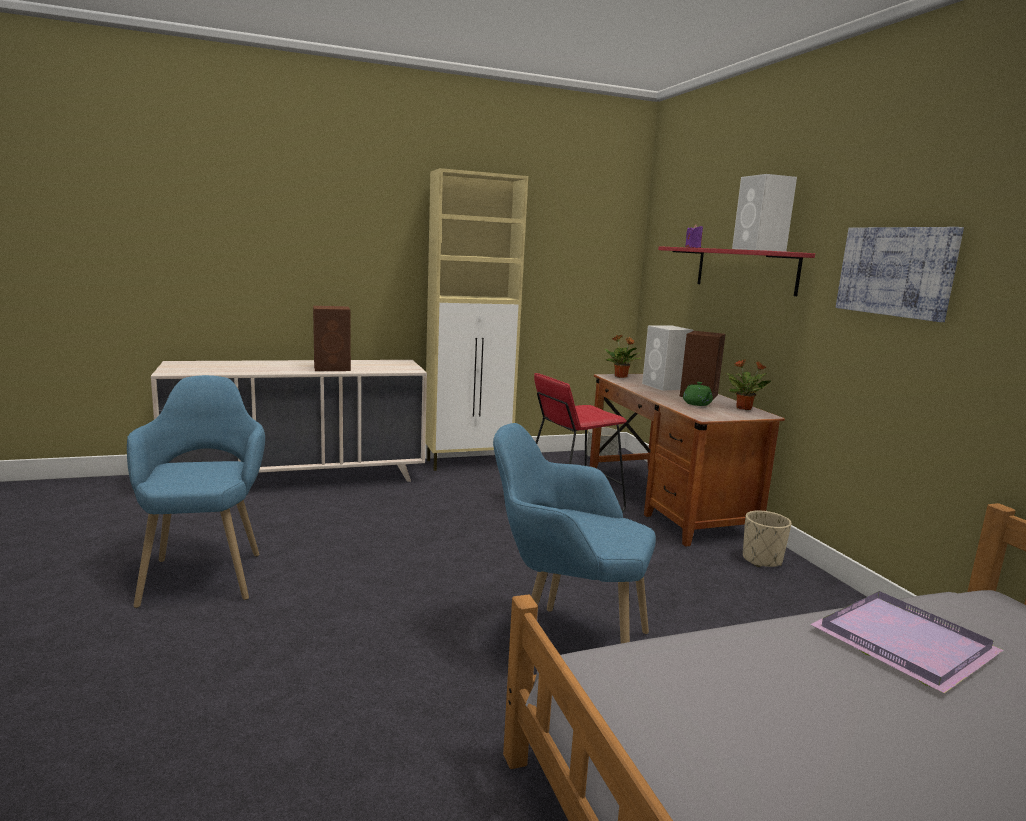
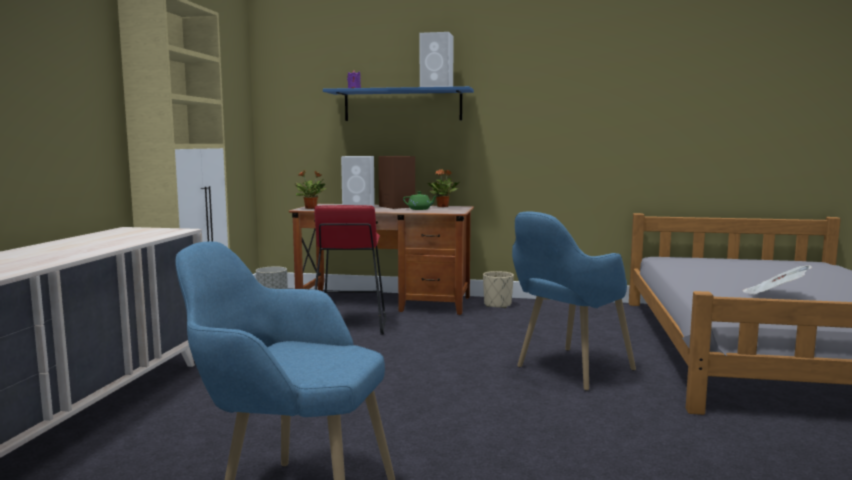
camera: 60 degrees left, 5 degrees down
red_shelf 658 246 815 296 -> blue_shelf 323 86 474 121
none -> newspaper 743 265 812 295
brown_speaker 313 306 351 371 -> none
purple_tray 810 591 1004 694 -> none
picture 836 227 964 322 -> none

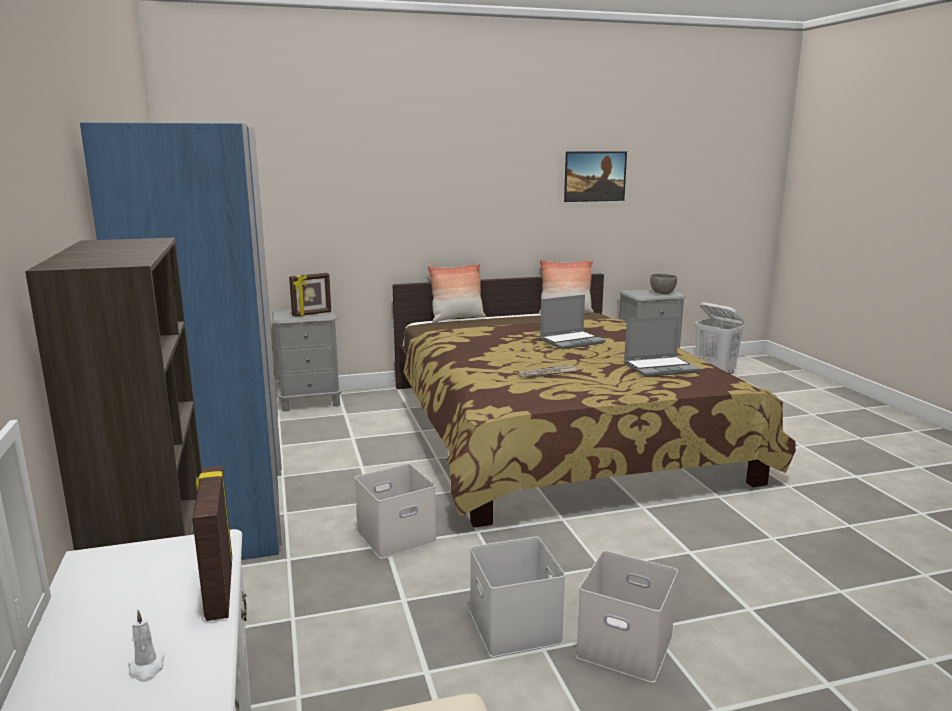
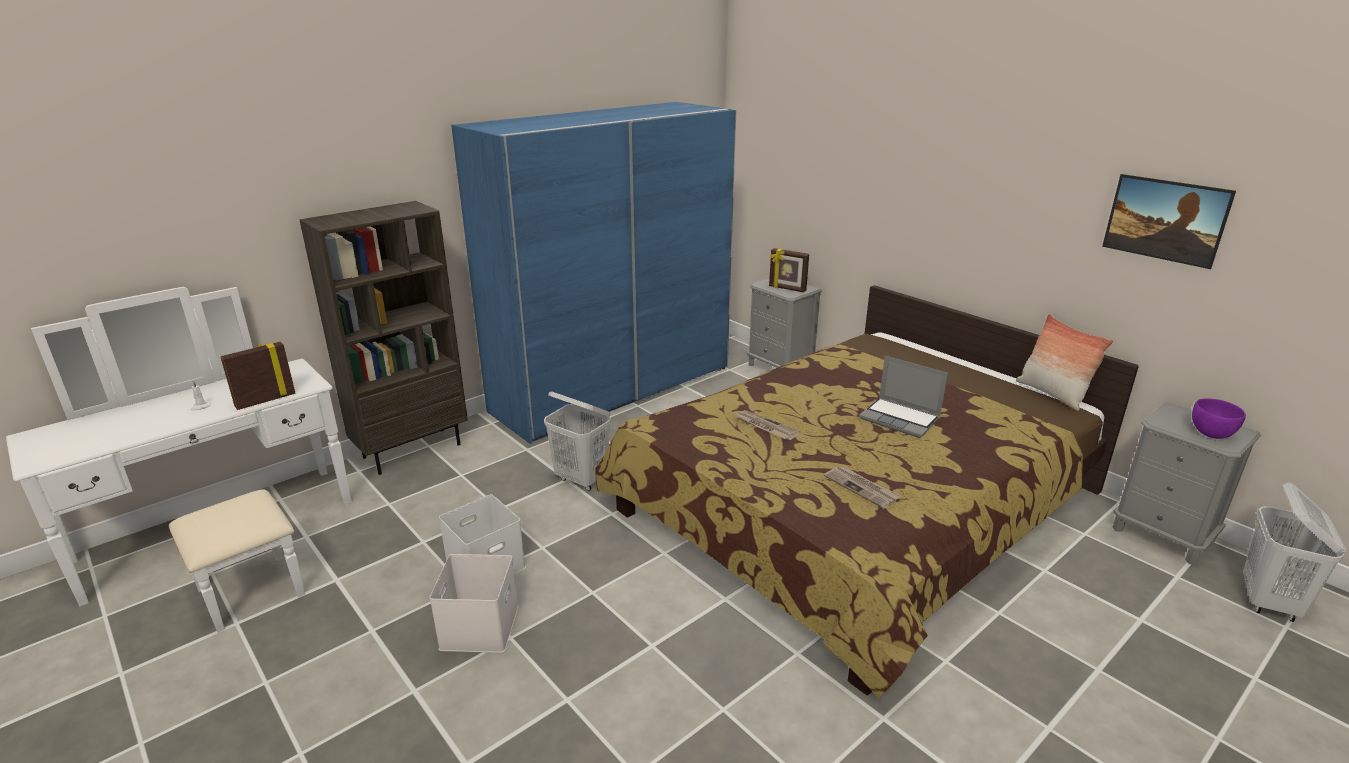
camera: 65 degrees right, 10 degrees up
white_storage_box 355 464 437 559 -> white_laundry_basket 544 391 611 491
laptop 624 315 699 377 -> newspaper 824 466 901 509
grey_bowl 650 274 677 294 -> purple_bowl 1192 398 1246 439
pillow 427 264 486 323 -> none

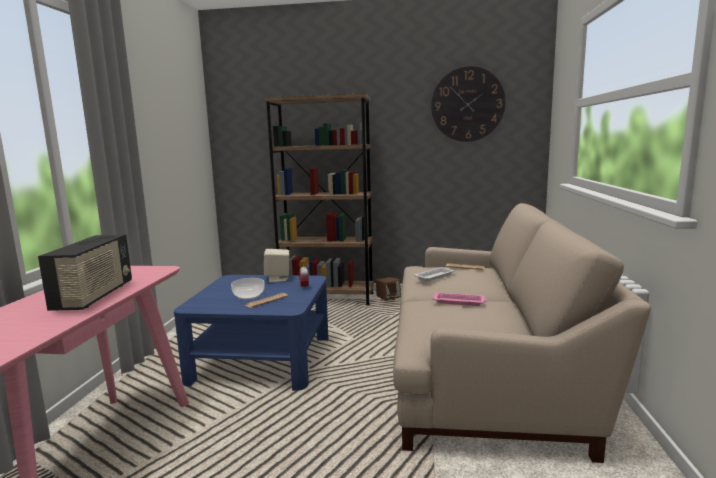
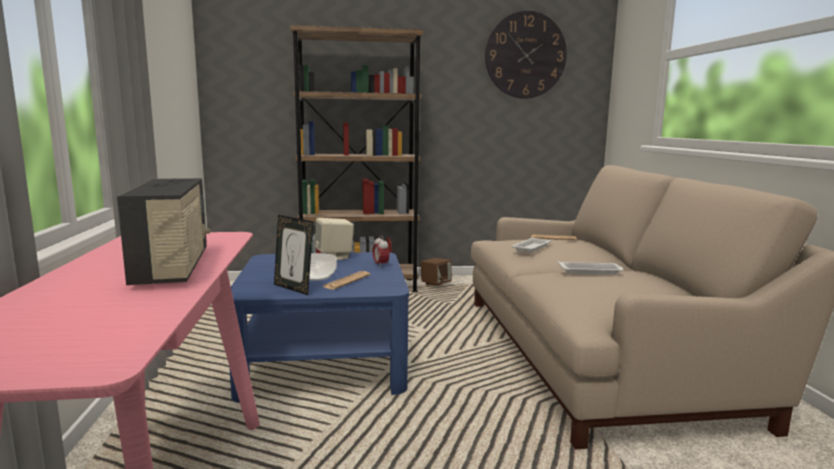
camera: 15 degrees left, 0 degrees up
none -> picture_frame 274 215 313 295
pink_tray 432 292 487 306 -> white_tray 558 262 624 275

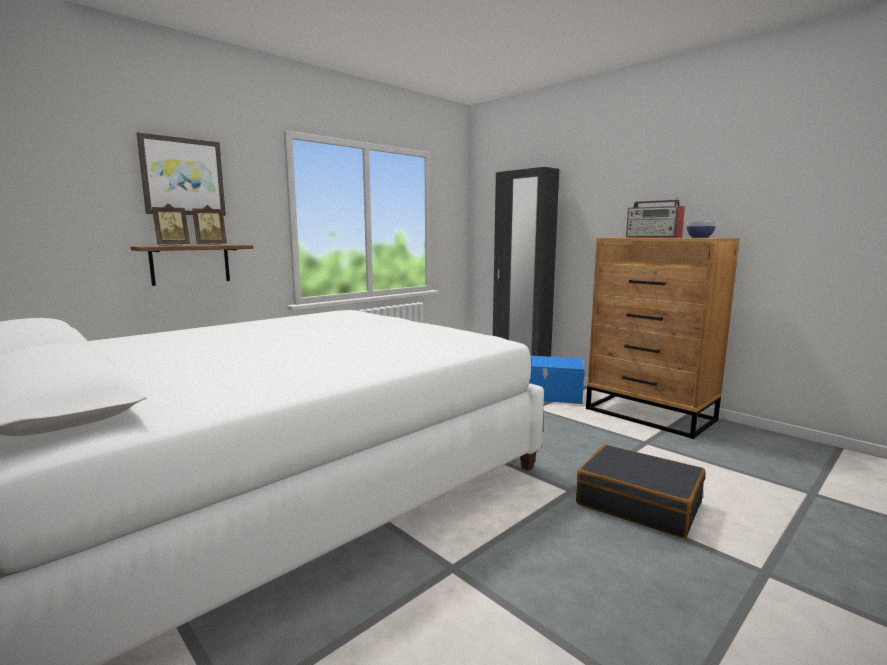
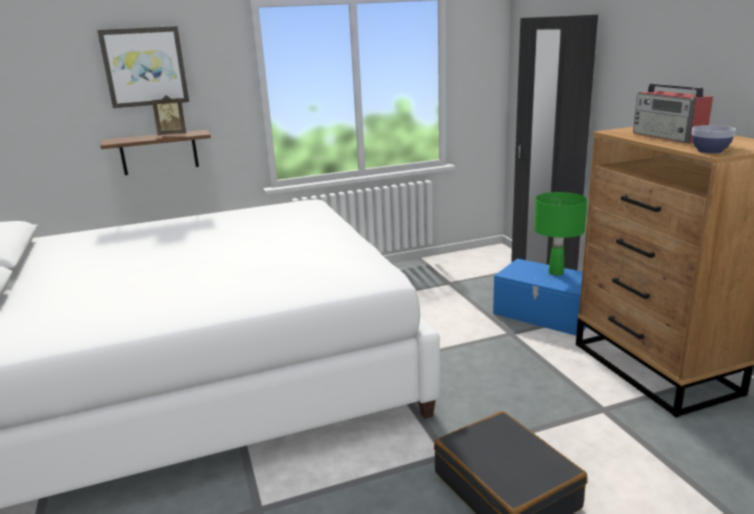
camera: 25 degrees right, 10 degrees up
none -> green_table_lamp 534 192 588 275
picture_frame 152 203 190 246 -> none

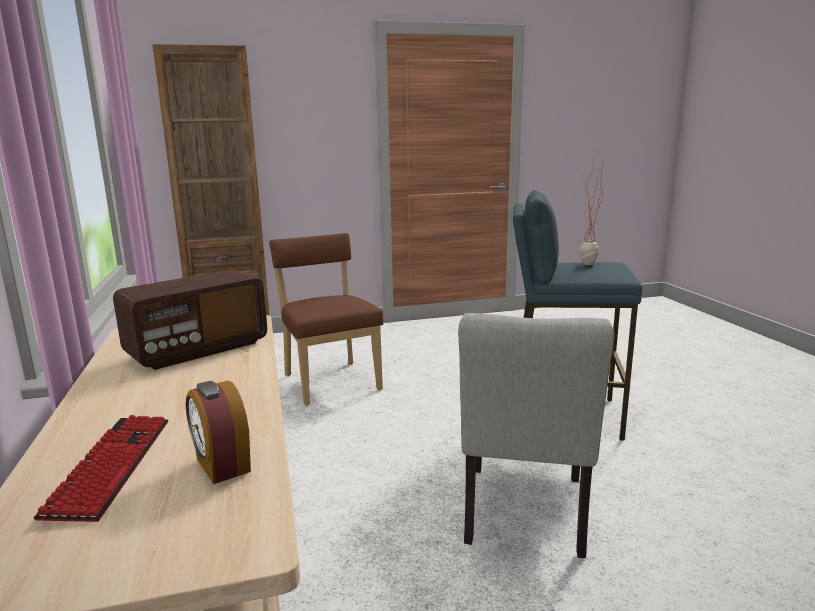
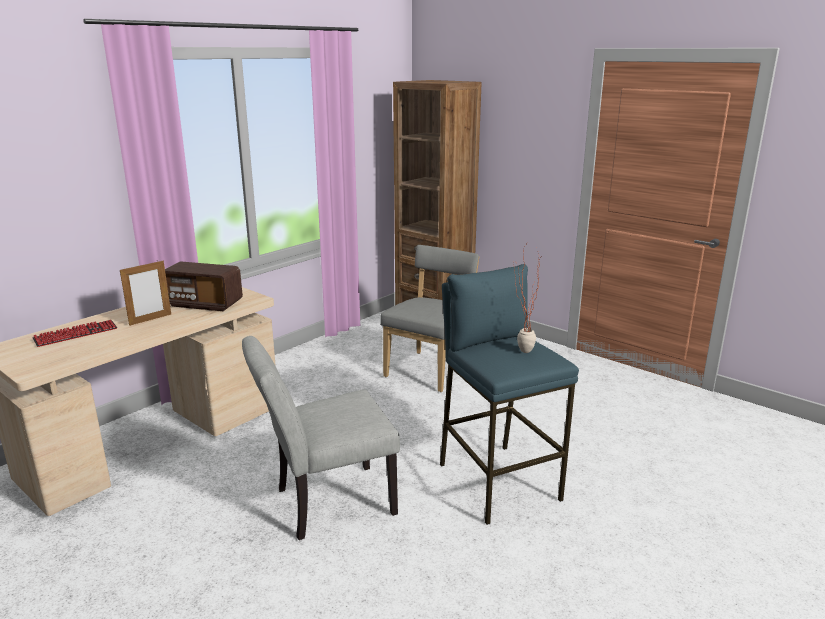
camera: 55 degrees right, 5 degrees up
none -> picture_frame 120 261 171 326
brown_chair 269 233 383 406 -> grey_chair 380 245 480 392
alarm_clock 186 380 251 484 -> none

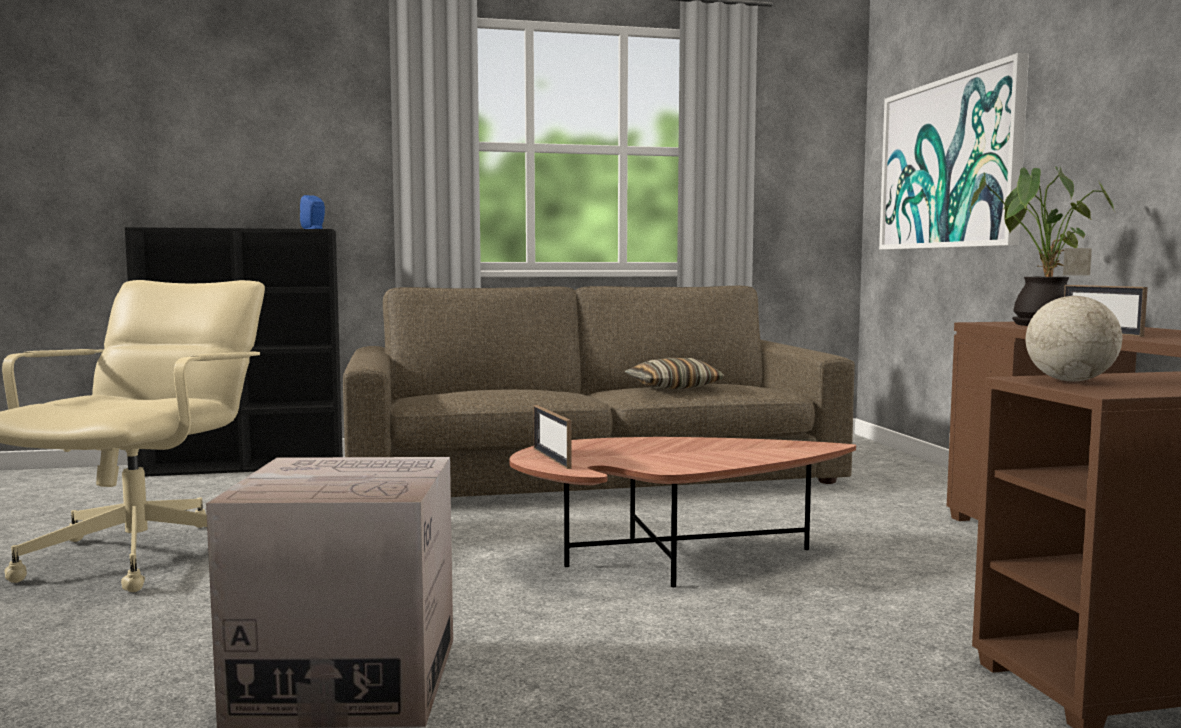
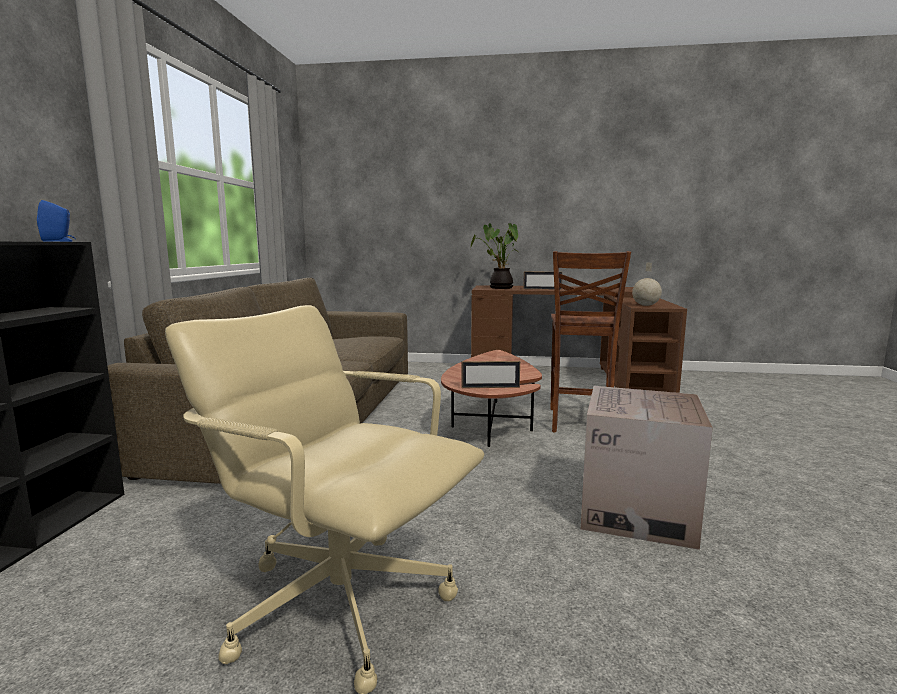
camera: 70 degrees left, 5 degrees up
none -> brown_chair 551 251 631 433
pillow 625 358 725 389 -> none
picture 879 53 1029 250 -> none

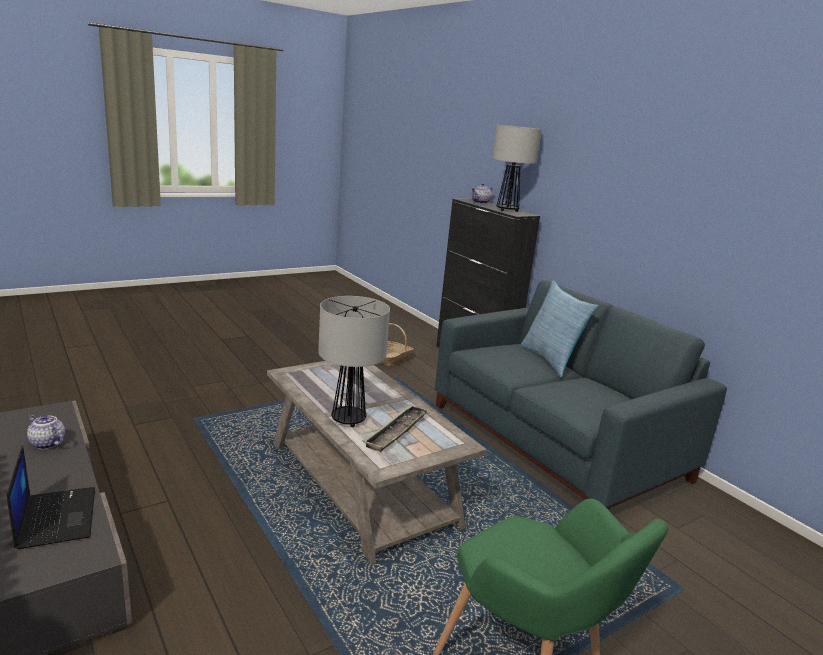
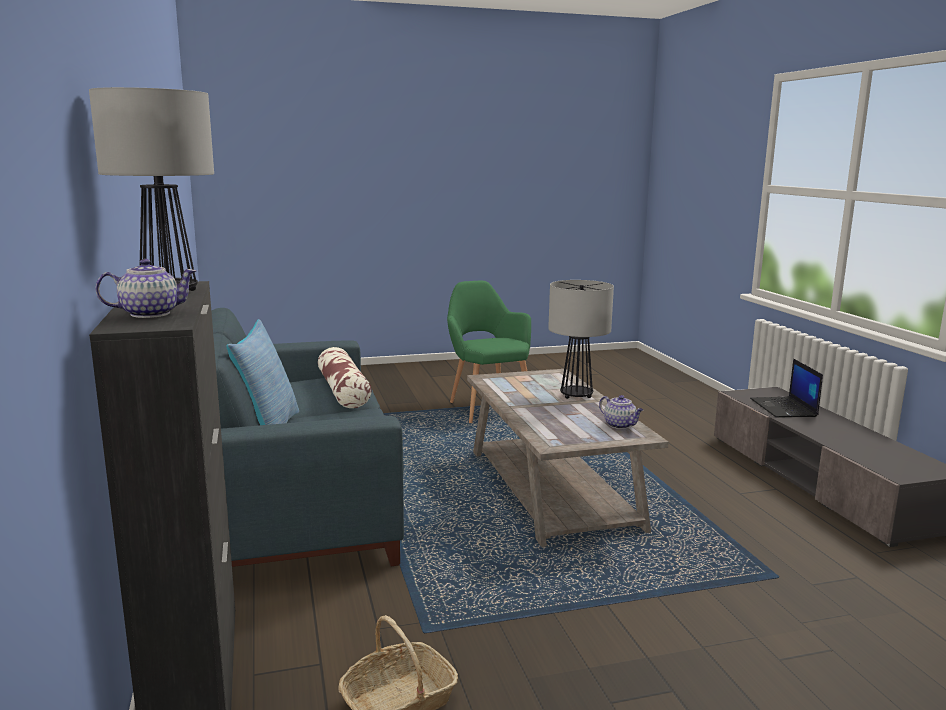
camera: 160 degrees left, 5 degrees down
none -> pillow 318 347 372 408
teapot 27 414 65 449 -> teapot 599 395 643 429, relocated
tray 364 405 428 452 -> none

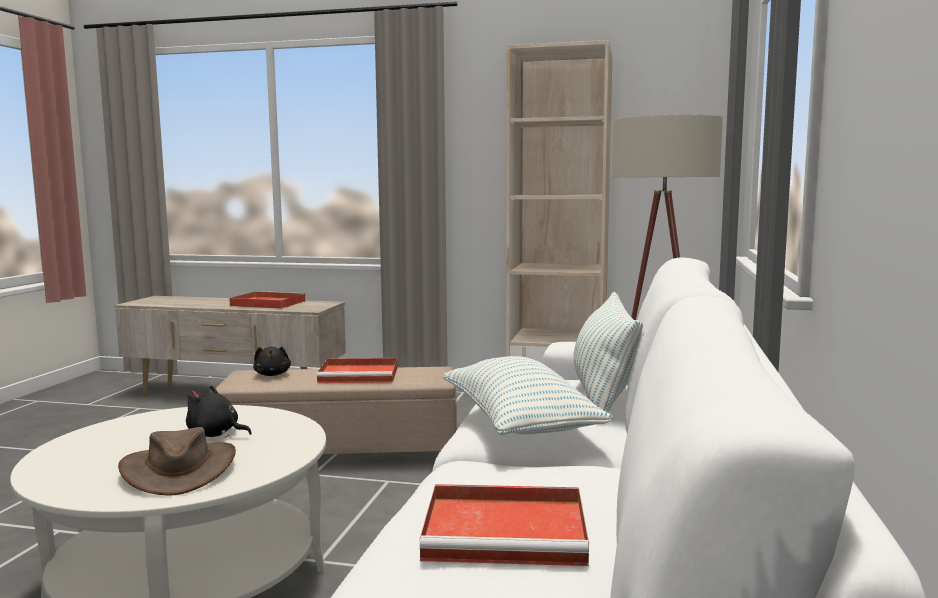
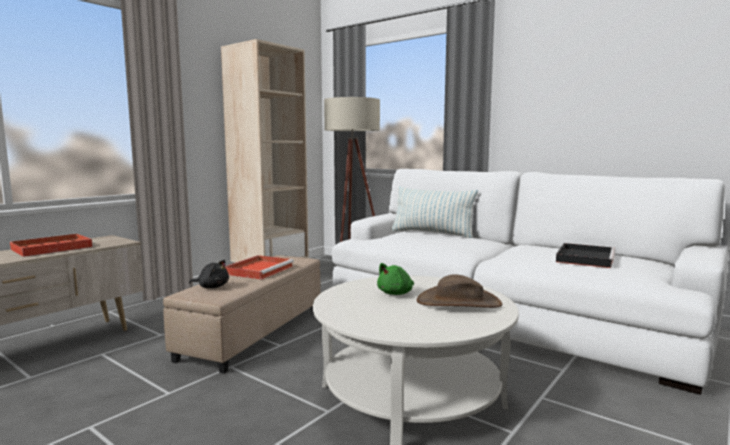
camera: 65 degrees left, 0 degrees up
black_plush_toy 186 385 252 437 -> green_plush_toy 377 263 414 295
red_tray 419 484 589 566 -> black_tray 556 243 616 268
pillow 443 356 613 436 -> none

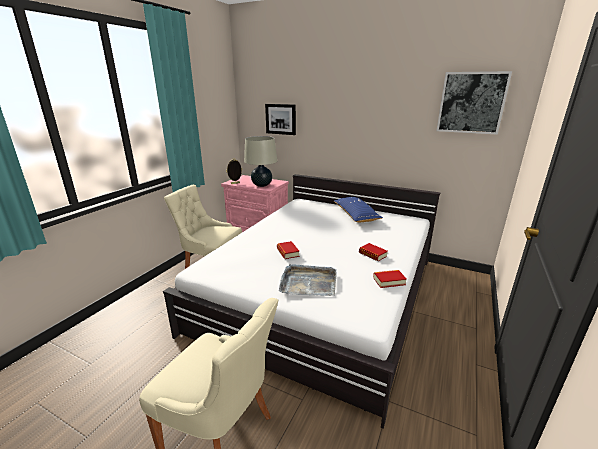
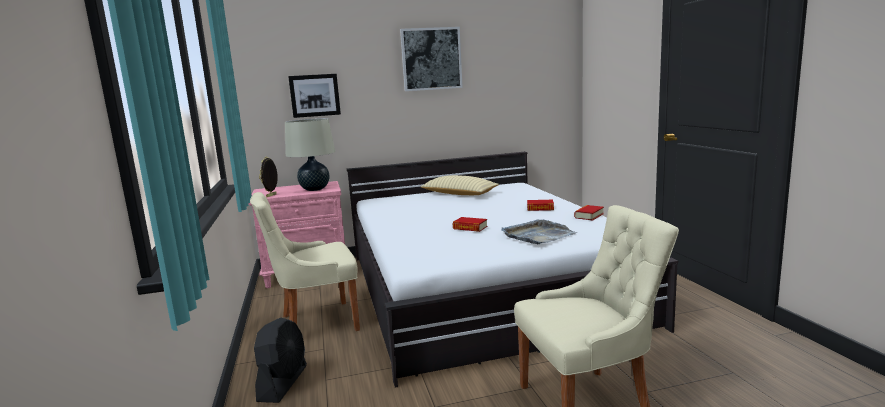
camera: 40 degrees left, 10 degrees down
none -> black_fan 254 318 307 403
picture 436 71 512 135 -> picture 400 27 463 91, relocated
blue_pillow 334 197 383 222 -> beige_pillow 420 175 499 195

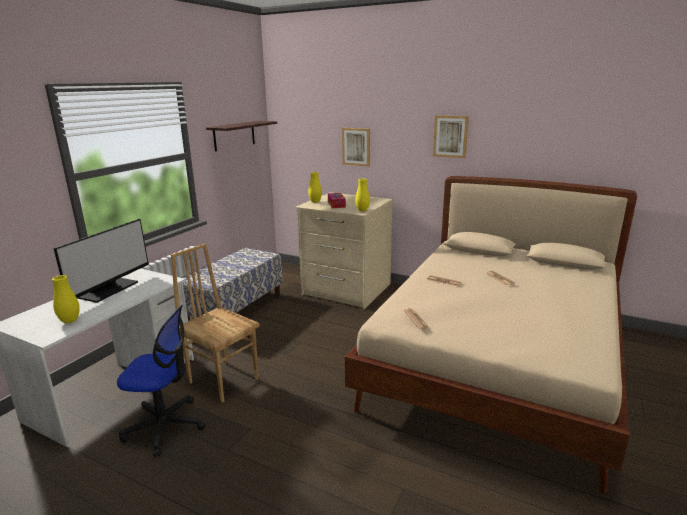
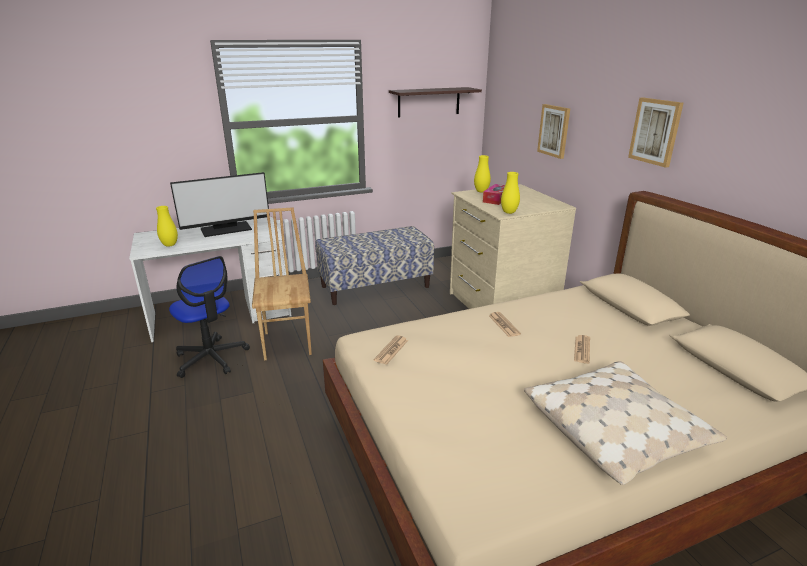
camera: 40 degrees right, 5 degrees up
none -> beige_pillow 524 361 727 485

